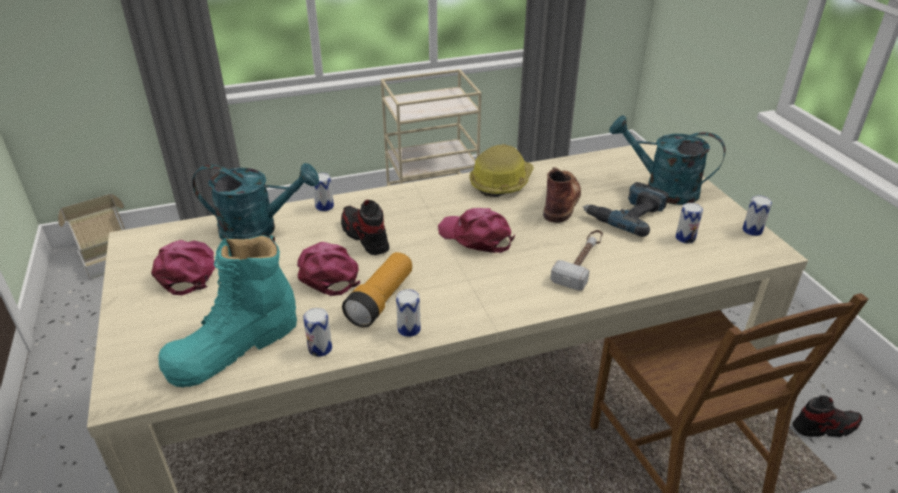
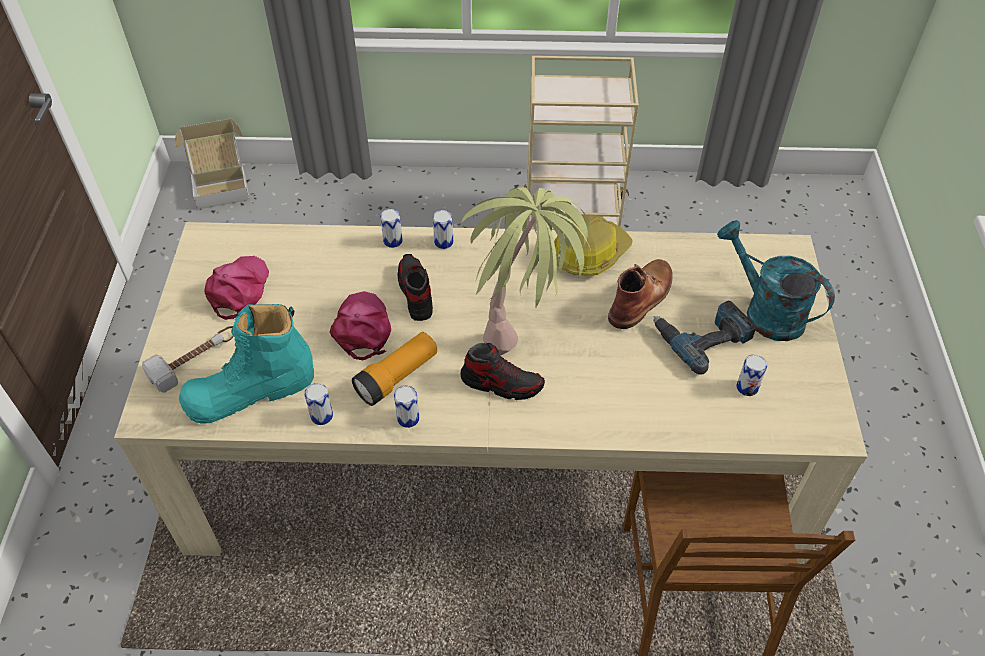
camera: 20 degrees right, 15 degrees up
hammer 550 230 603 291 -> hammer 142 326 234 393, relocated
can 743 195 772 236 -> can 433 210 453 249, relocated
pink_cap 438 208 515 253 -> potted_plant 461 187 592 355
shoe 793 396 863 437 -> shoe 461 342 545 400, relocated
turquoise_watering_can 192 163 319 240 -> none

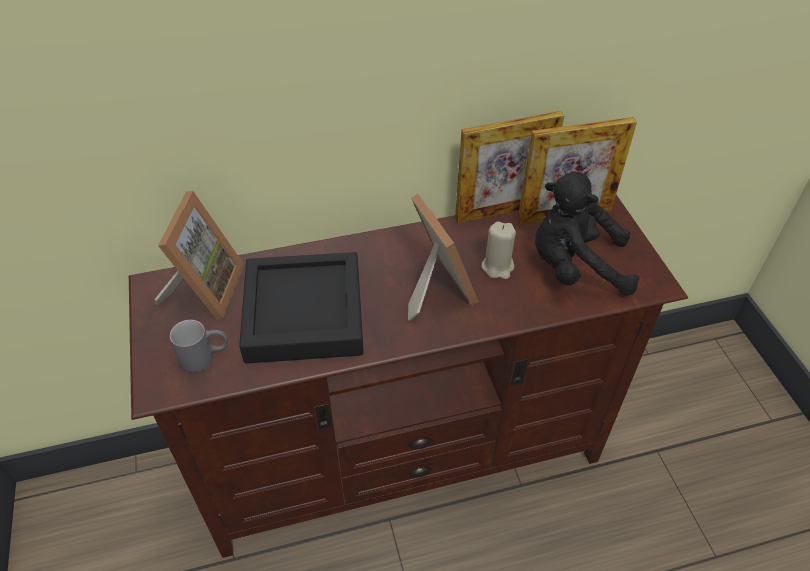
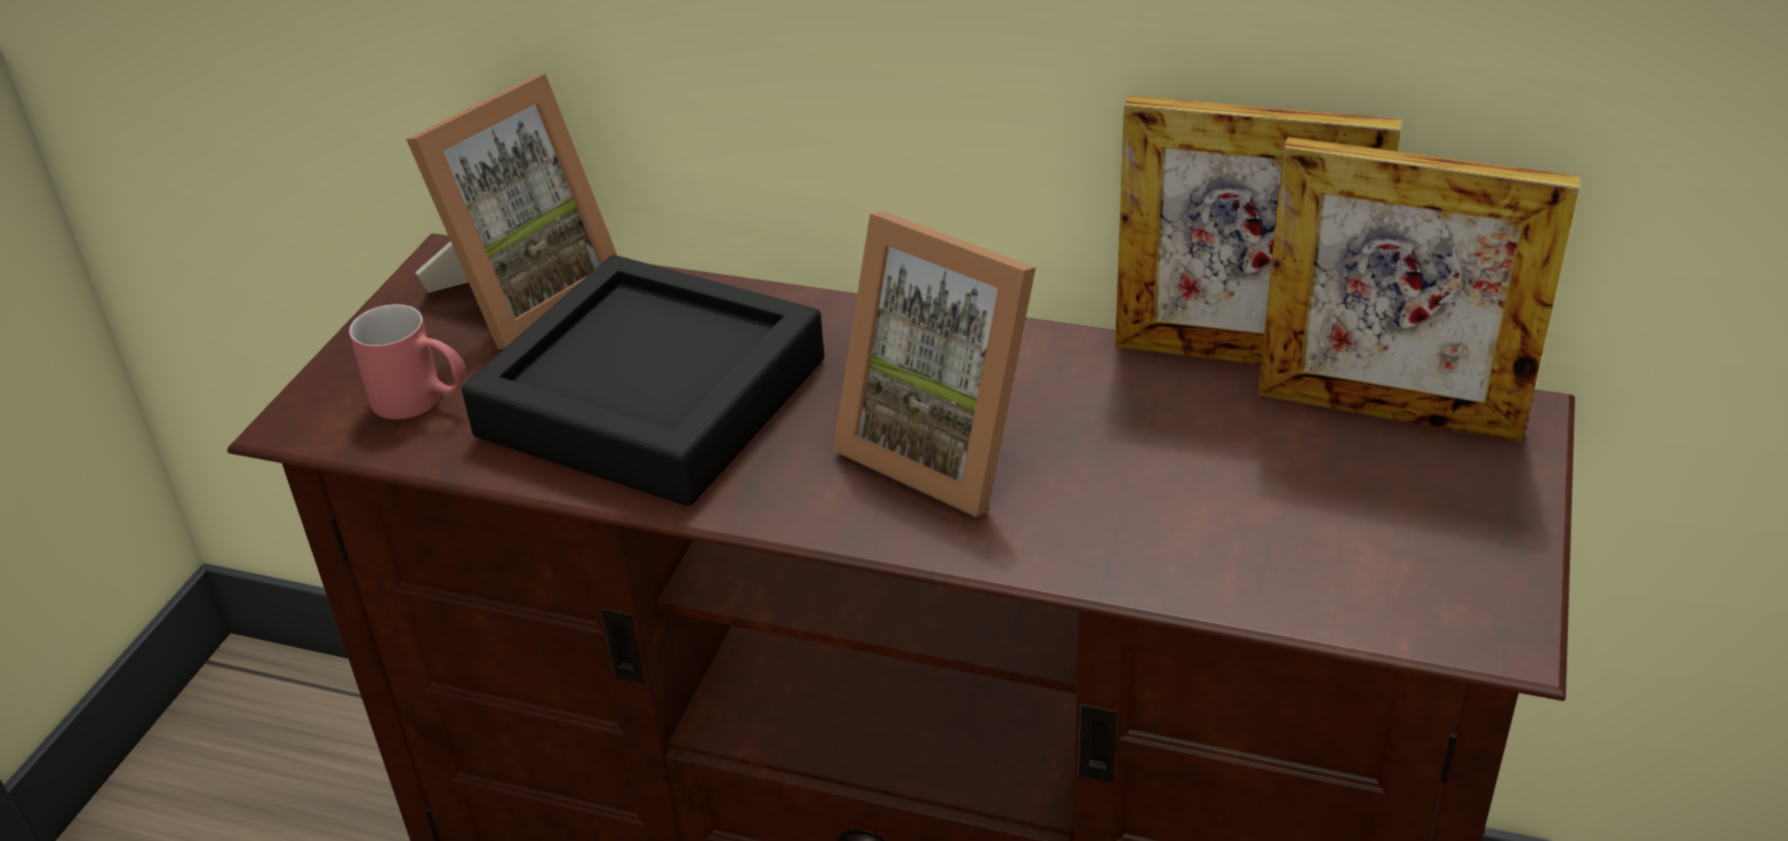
camera: 35 degrees right, 10 degrees down
grey_mug 170 320 228 372 -> red_mug 349 304 465 420
picture_frame 408 194 479 321 -> picture_frame 833 211 1036 517, 120 degrees clockwise
beige_candle 481 221 516 279 -> none
black_plush_toy 535 171 639 296 -> none

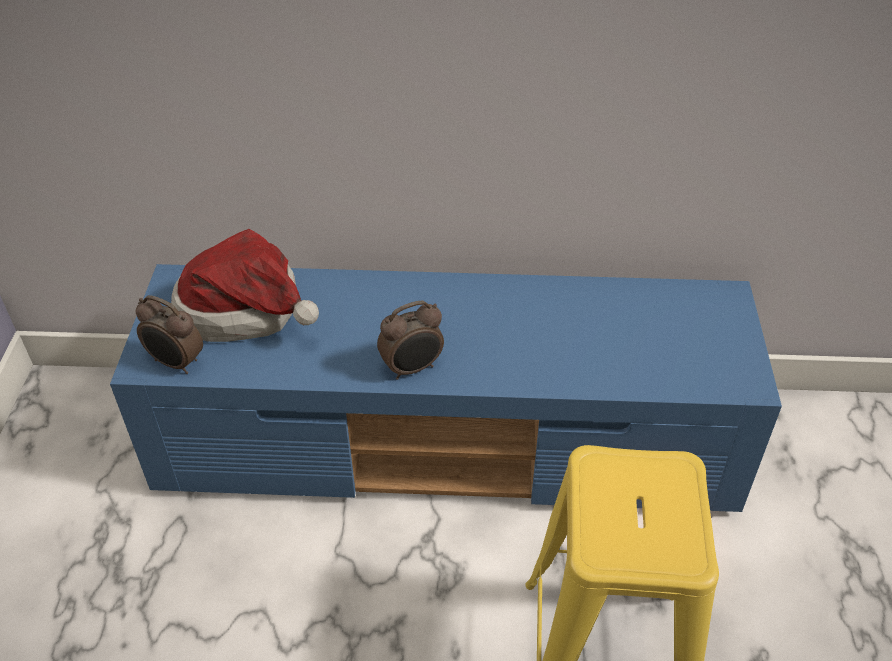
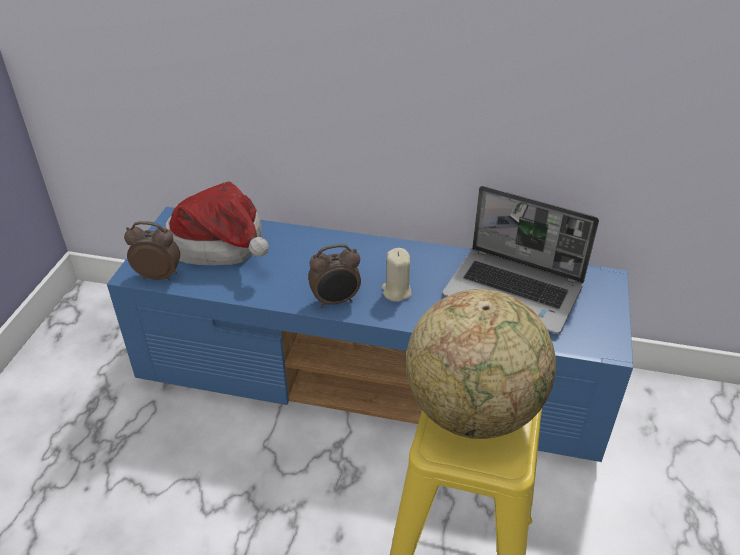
camera: 10 degrees right, 5 degrees down
alarm_clock 136 295 203 374 -> alarm_clock 124 221 180 281, 150 degrees clockwise
none -> beige_candle 382 248 412 302
none -> globe 406 289 556 439
none -> laptop 443 186 599 334

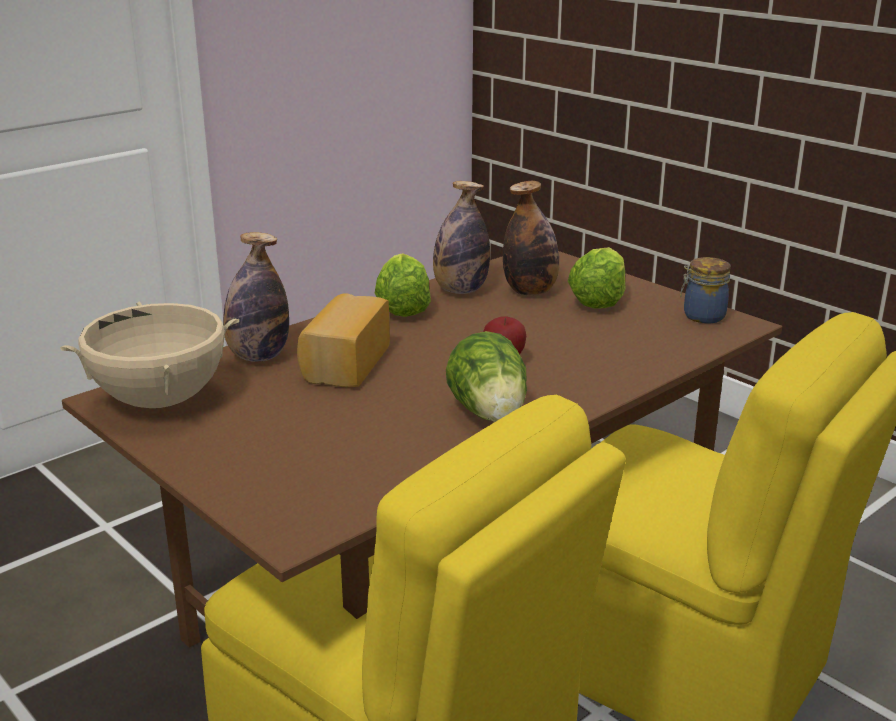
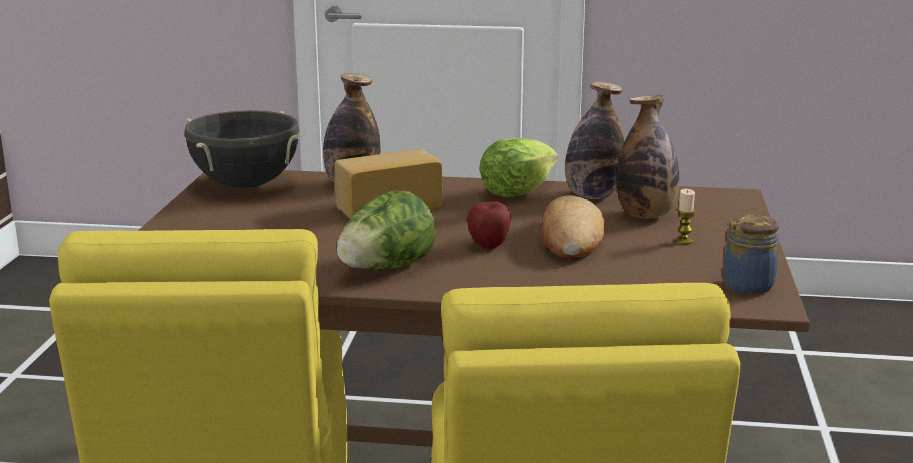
camera: 50 degrees right, 5 degrees down
beige_cooking_pot 60 302 239 408 -> black_cooking_pot 184 110 302 188
none -> bread 541 195 605 259
lettuce 568 247 626 309 -> candle 675 189 696 244

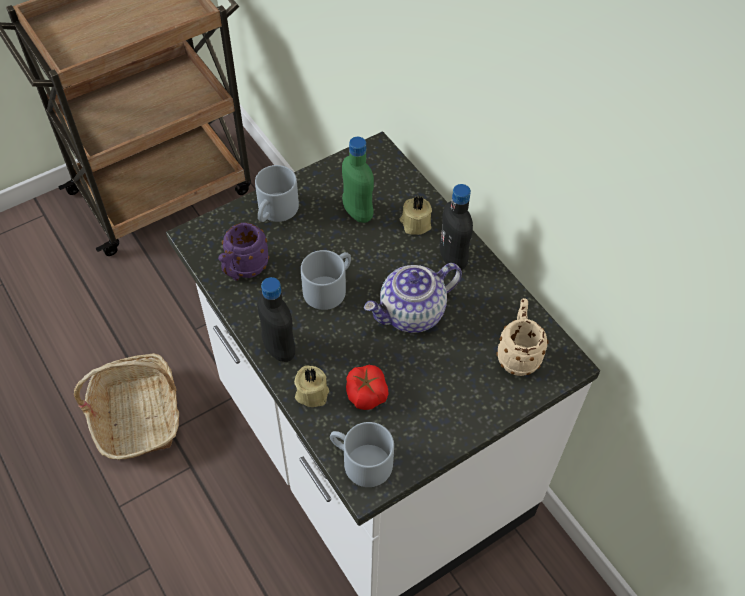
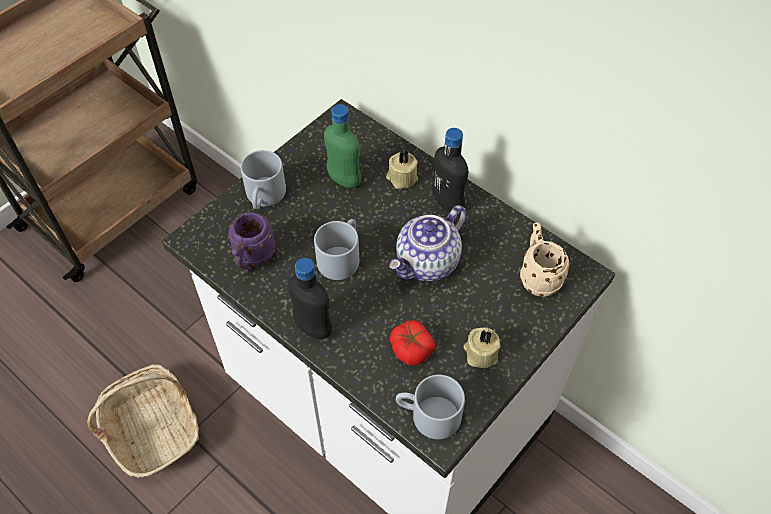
camera: 15 degrees left, 0 degrees up
beige_candle 294 365 329 407 -> beige_candle 464 328 500 368, relocated

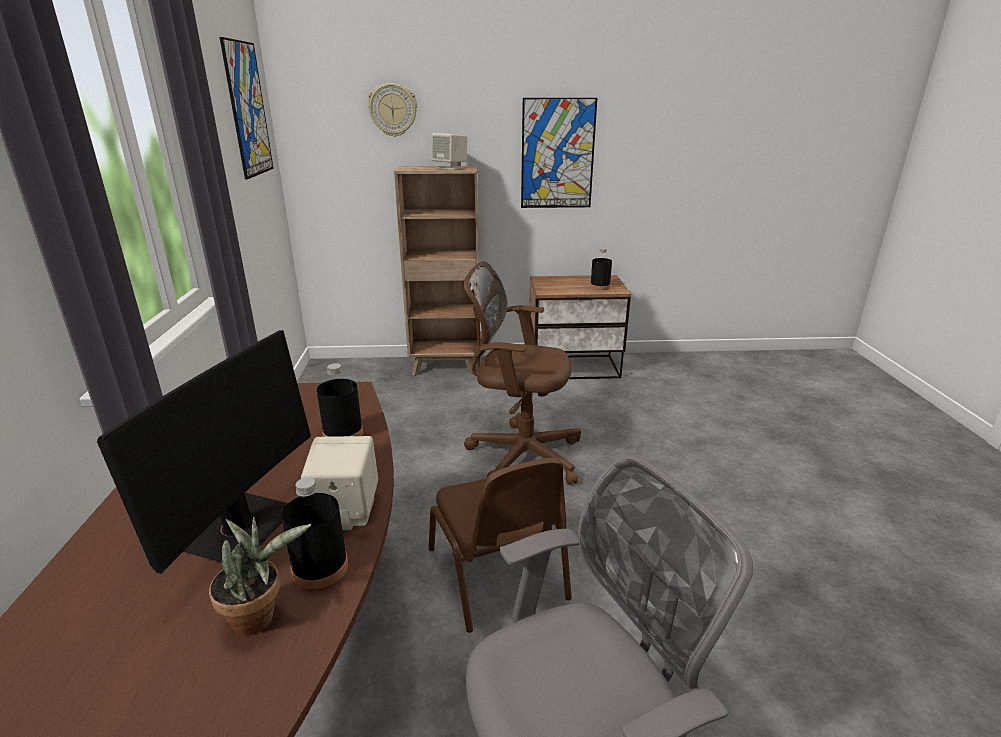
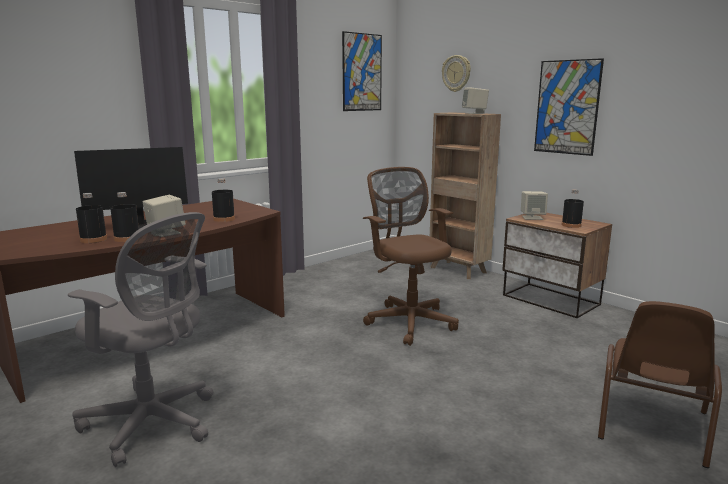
camera: 50 degrees right, 10 degrees down
potted_plant 209 517 311 635 -> black_bottle 76 193 107 243
none -> beige_speaker 521 191 548 220
brown_chair 429 458 572 633 -> brown_chair 598 301 722 468, relocated

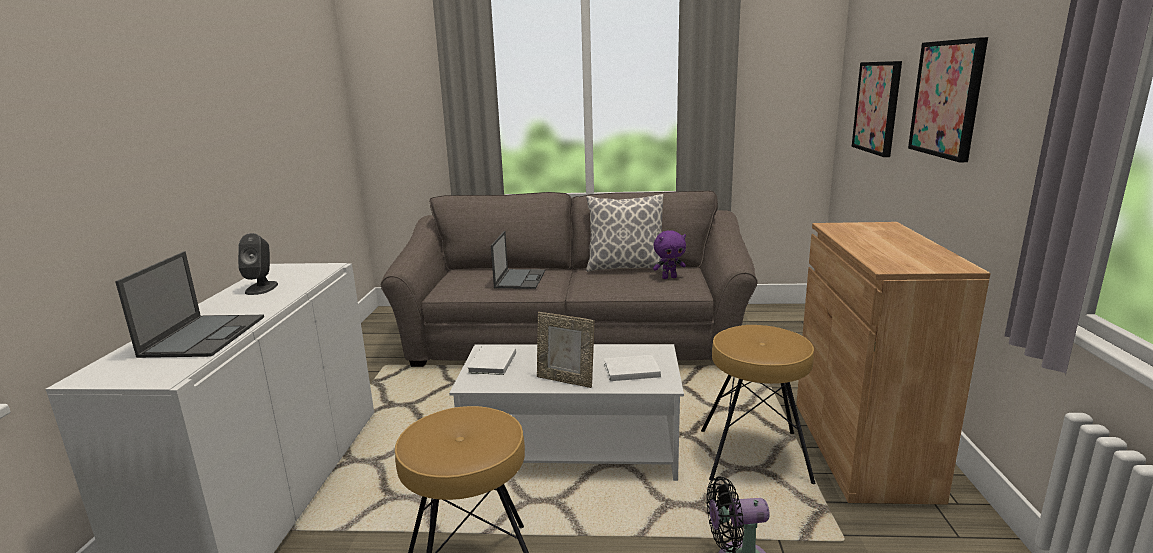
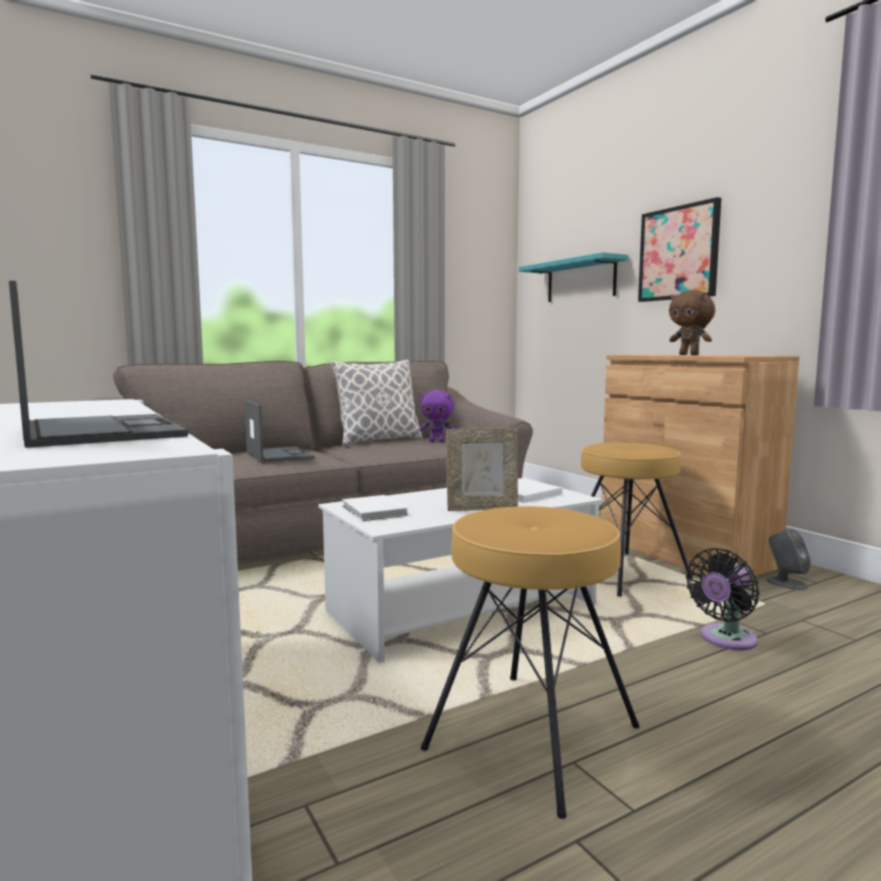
camera: 35 degrees left, 10 degrees down
purple_plush_toy 653 230 686 279 -> purple_plush_toy 419 390 455 442, 60 degrees clockwise
picture 852 61 902 157 -> turquoise_shelf 519 252 628 302
none -> brown_plush_toy 669 290 715 355
grey_speaker 238 233 278 295 -> grey_speaker 766 528 811 590, relocated

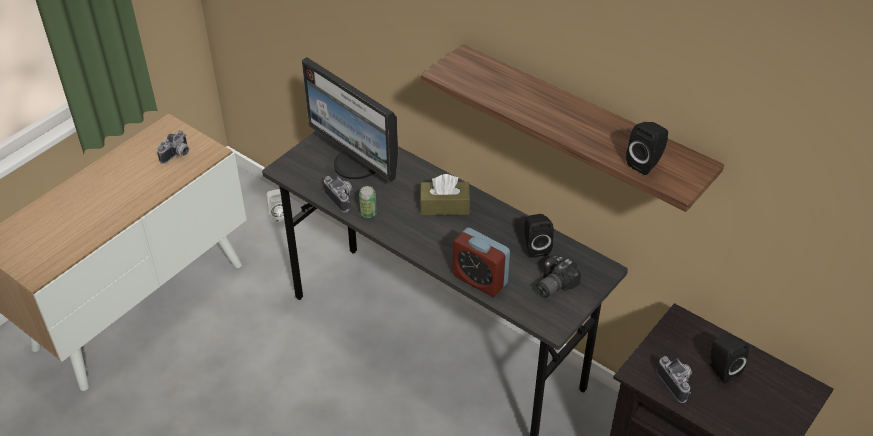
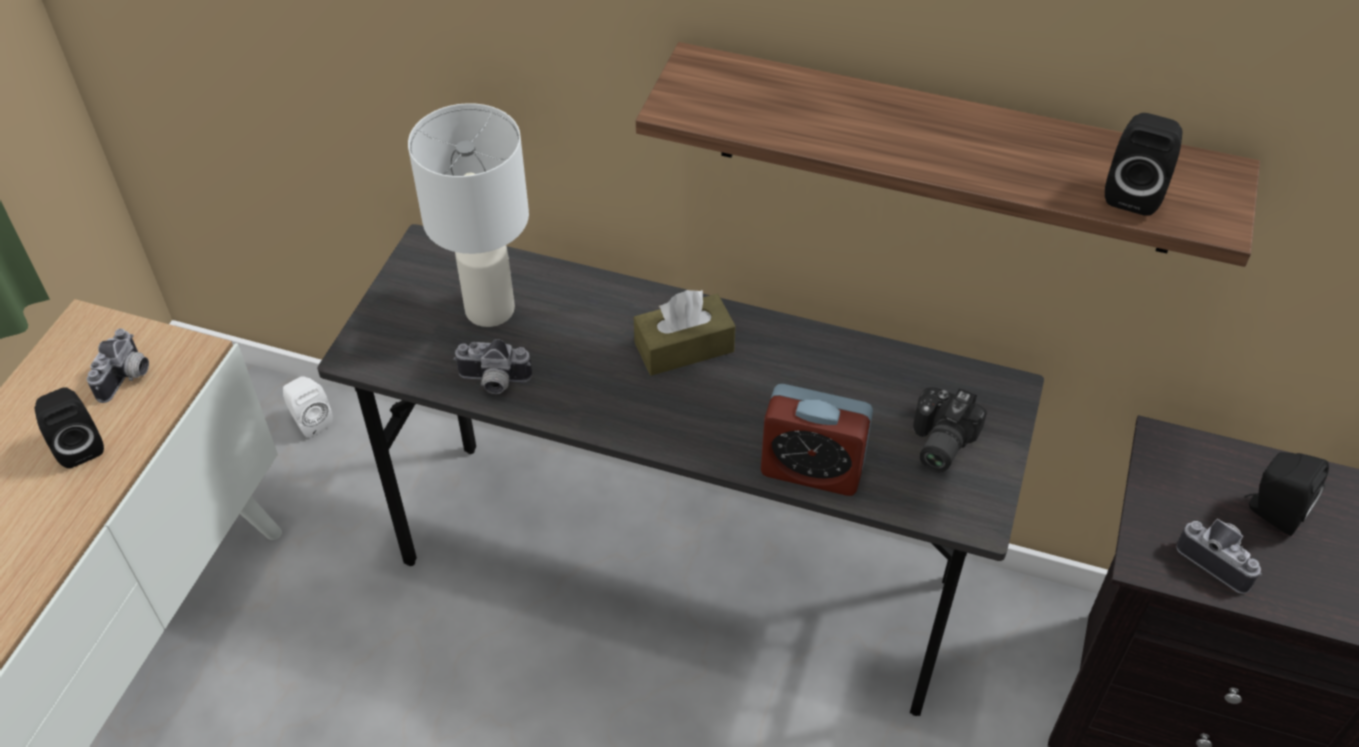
camera: 20 degrees left, 5 degrees up
black_speaker 524 214 554 258 -> black_speaker 34 387 104 468, relocated
monitor 302 57 398 182 -> white_table_lamp 408 103 529 327
photo_camera 324 176 352 212 -> photo_camera 454 339 532 394, 150 degrees clockwise
can 359 186 377 218 -> none

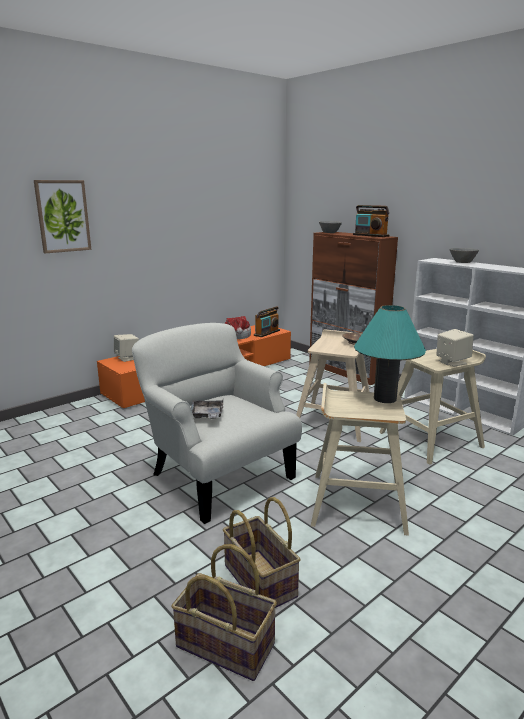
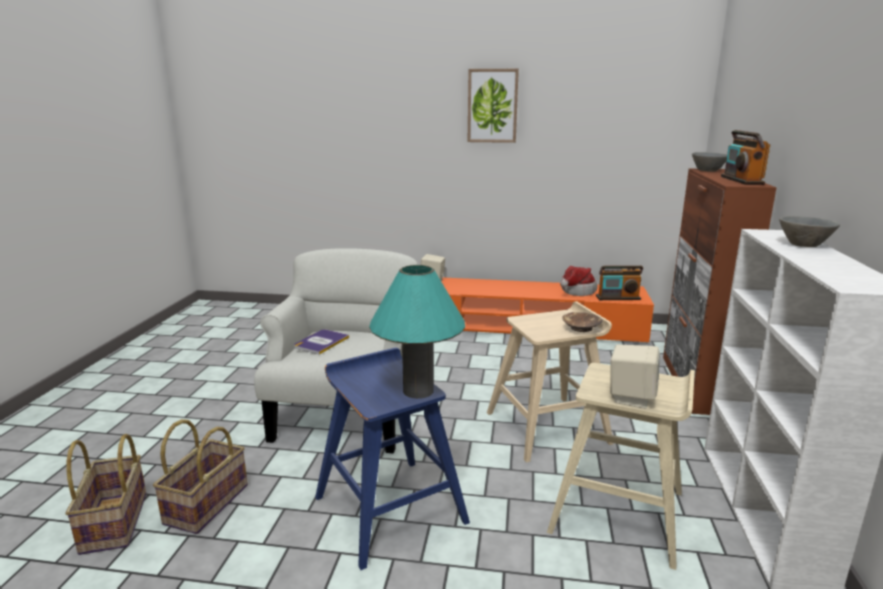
camera: 50 degrees right, 0 degrees up
grey_tray 191 400 223 419 -> book 294 329 349 355
beige_stool 311 383 409 536 -> blue_stool 315 348 470 570
picture 34 180 91 253 -> picture 468 69 519 143, relocated

